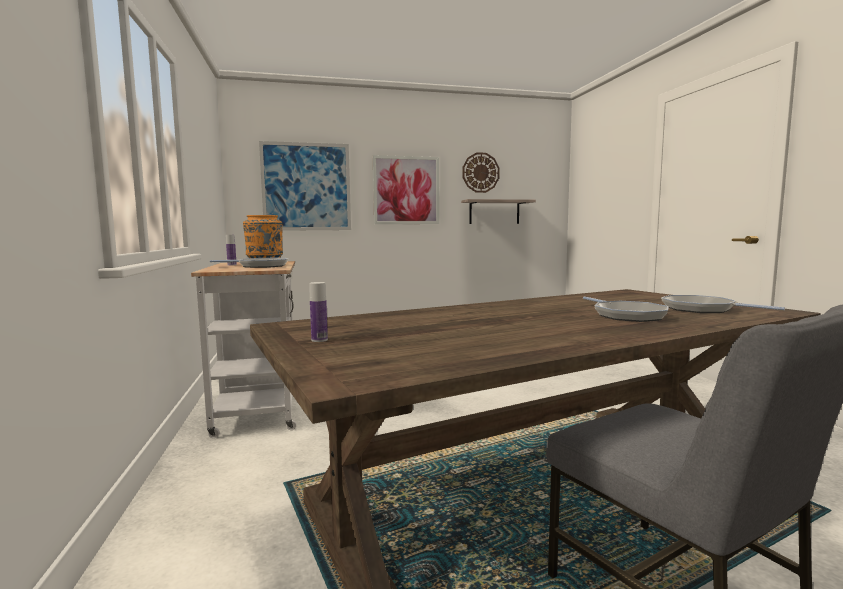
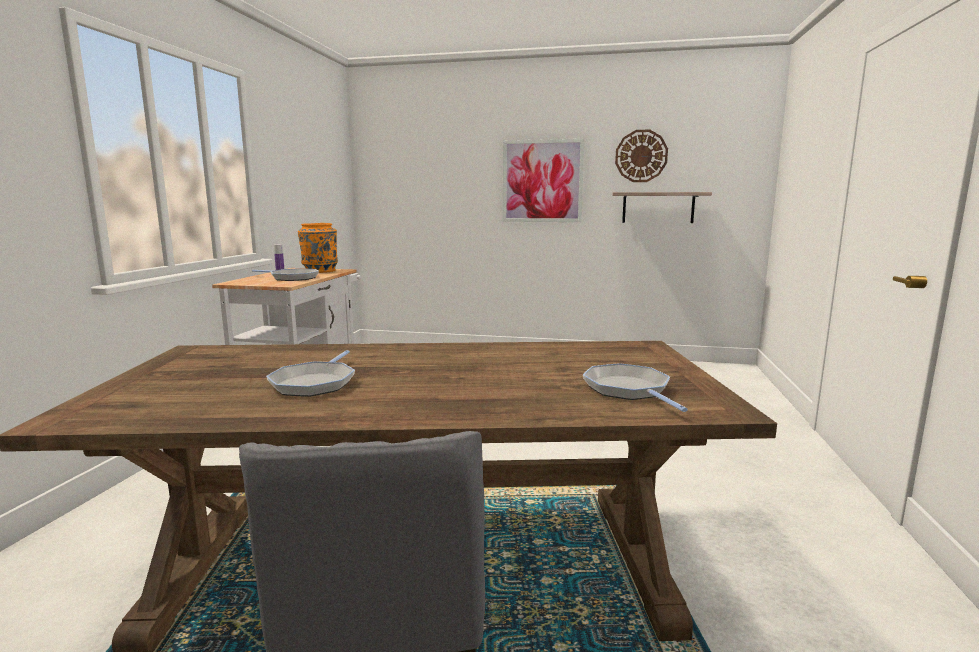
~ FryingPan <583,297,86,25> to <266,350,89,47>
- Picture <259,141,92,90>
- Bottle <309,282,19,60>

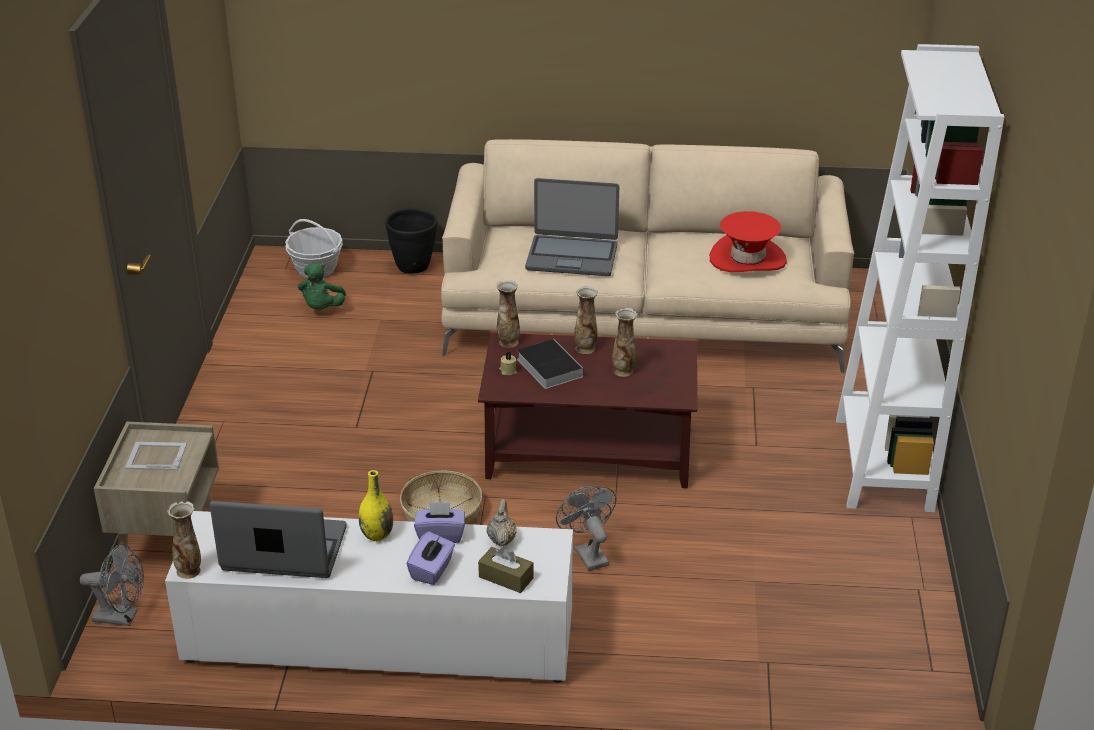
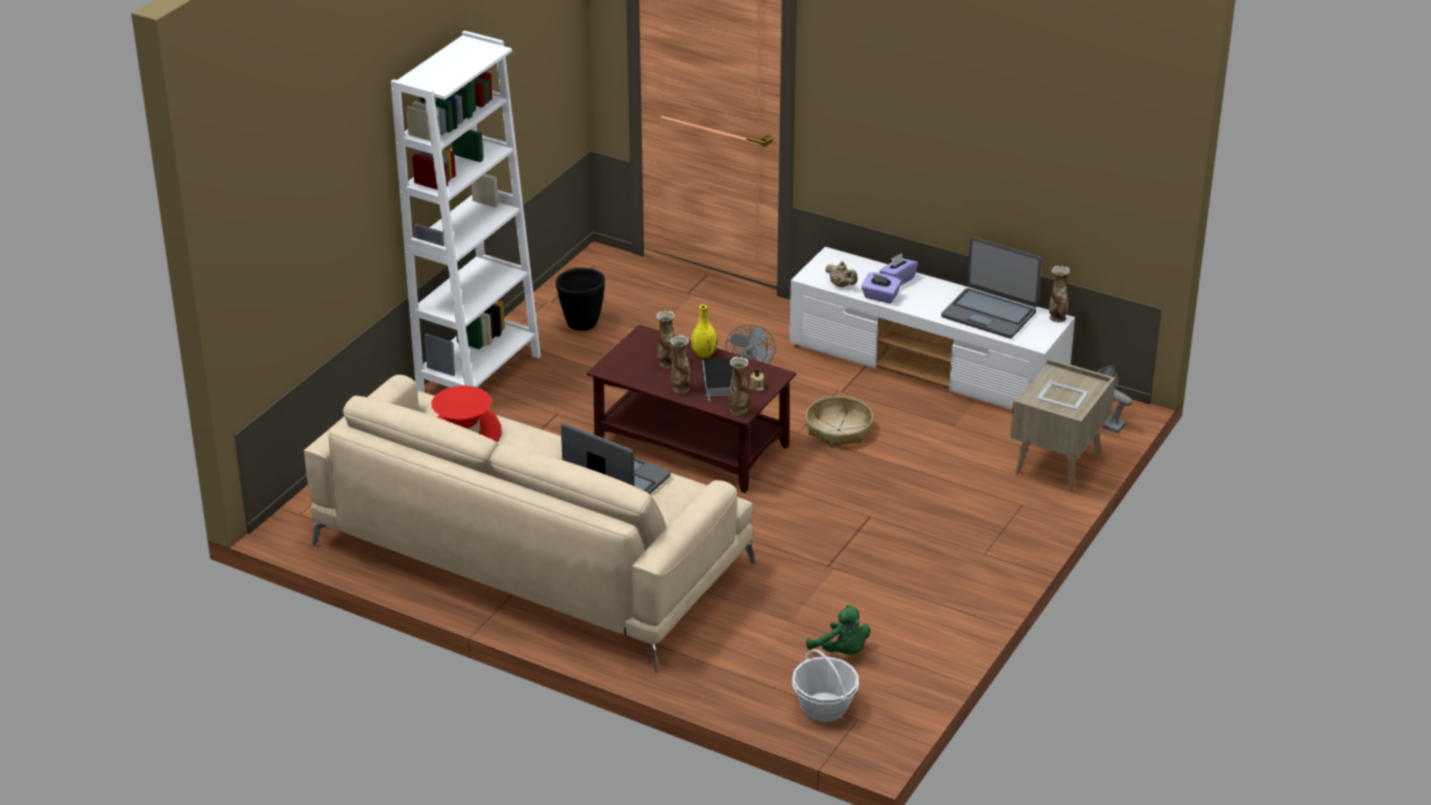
~ BlackPlanter <385,208,52,66> to <556,268,49,63>
~ YellowVase <359,470,34,71> to <691,305,26,53>
~ GreenPlushToy <298,263,48,46> = <806,605,65,50> 105 degrees clockwise
~ BeigeTeapot <487,499,30,47> = <825,261,33,26> 75 degrees counterclockwise
- BrownTissueBox <478,547,56,46>

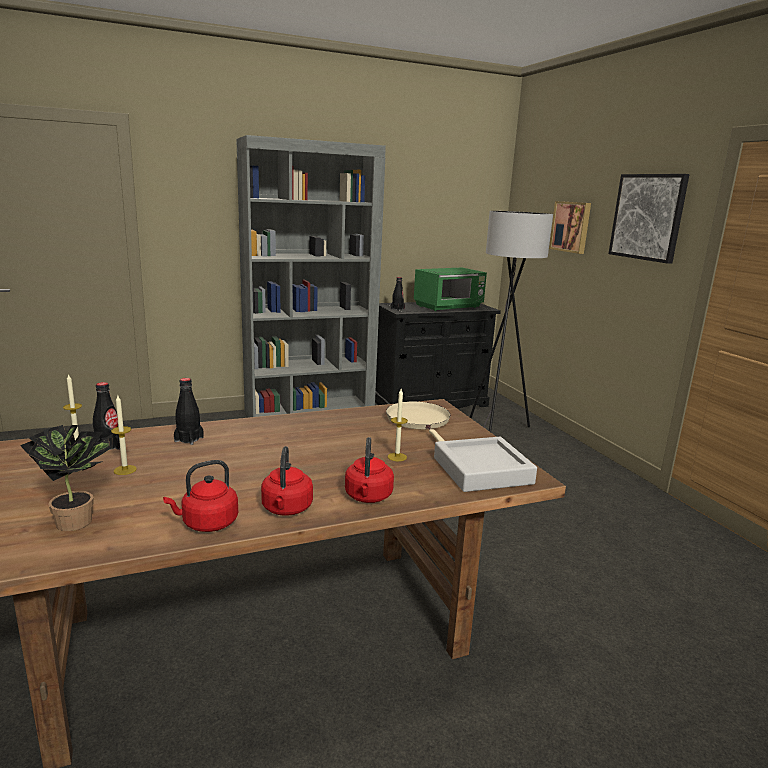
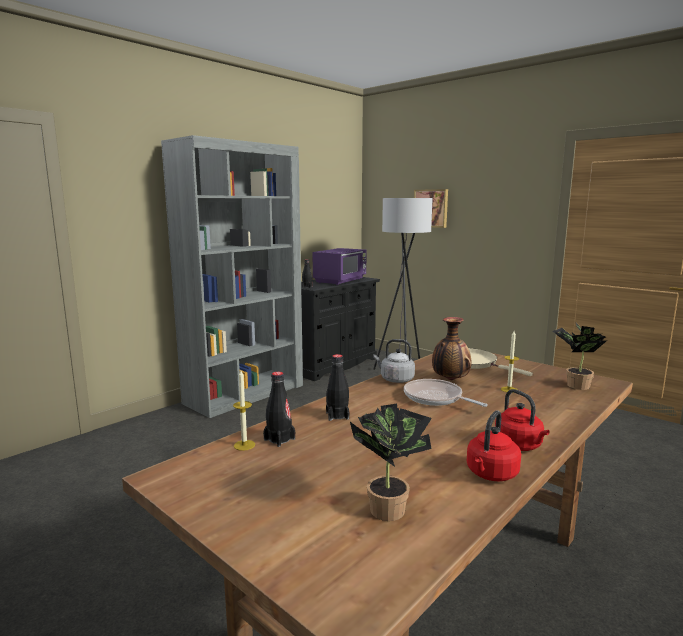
~ GreenMicrowave <414,268,73,43> to PurpleMicrowave <312,248,55,37>
+ GreyKettle <373,339,42,44>
+ FryingPan <404,379,84,28>
+ Vase <432,317,39,63>
~ GreyTray <434,437,103,55> to PottedPlant <553,323,54,67>
- Candle <111,396,26,79>
- RedKettle <345,437,49,66>
- Picture <609,174,81,90>

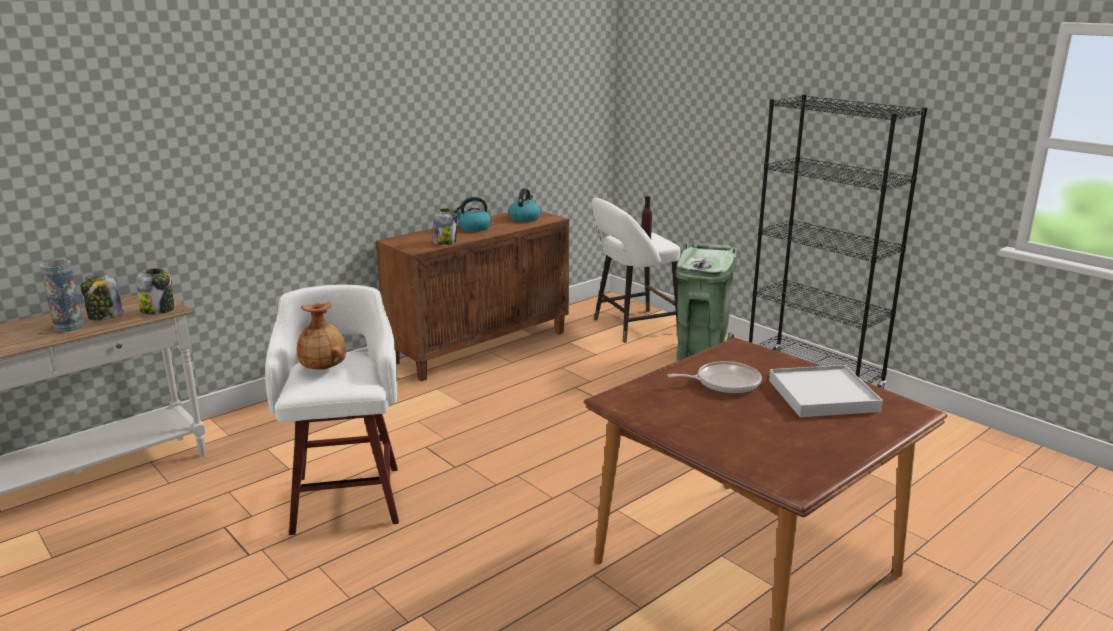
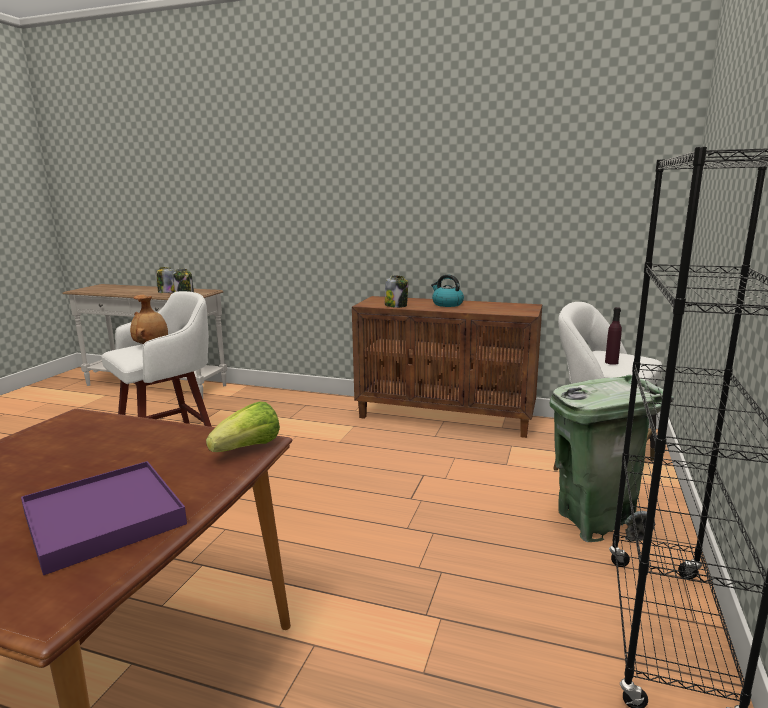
~ WhiteTray <769,365,114,52> to PurpleTray <21,461,166,114>
+ Lettuce <206,402,74,50>
- Vase <40,259,44,73>
- Kettle <508,188,33,34>
- FryingPan <667,361,95,33>

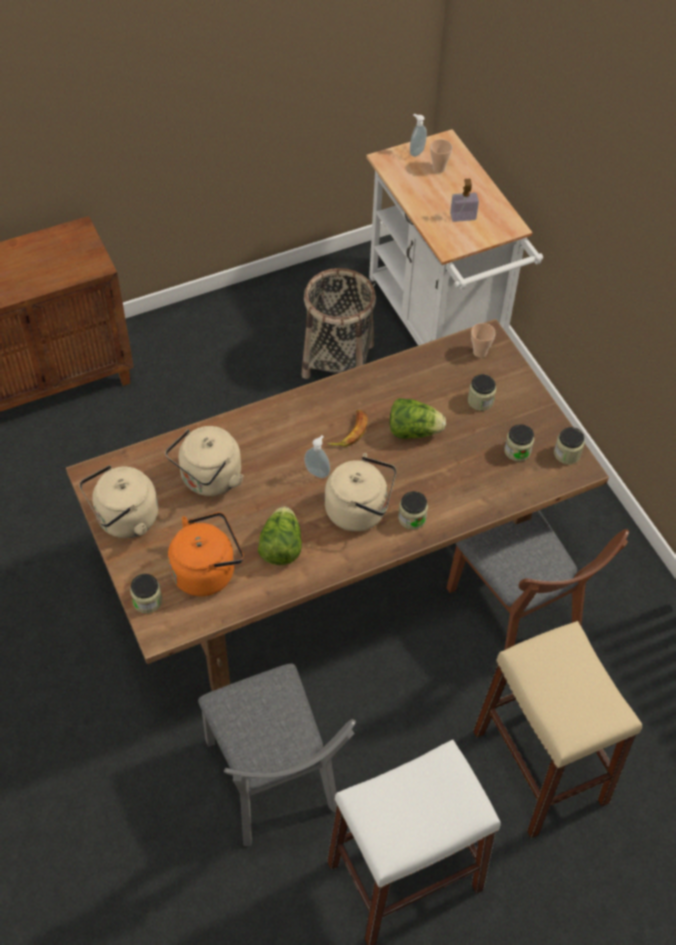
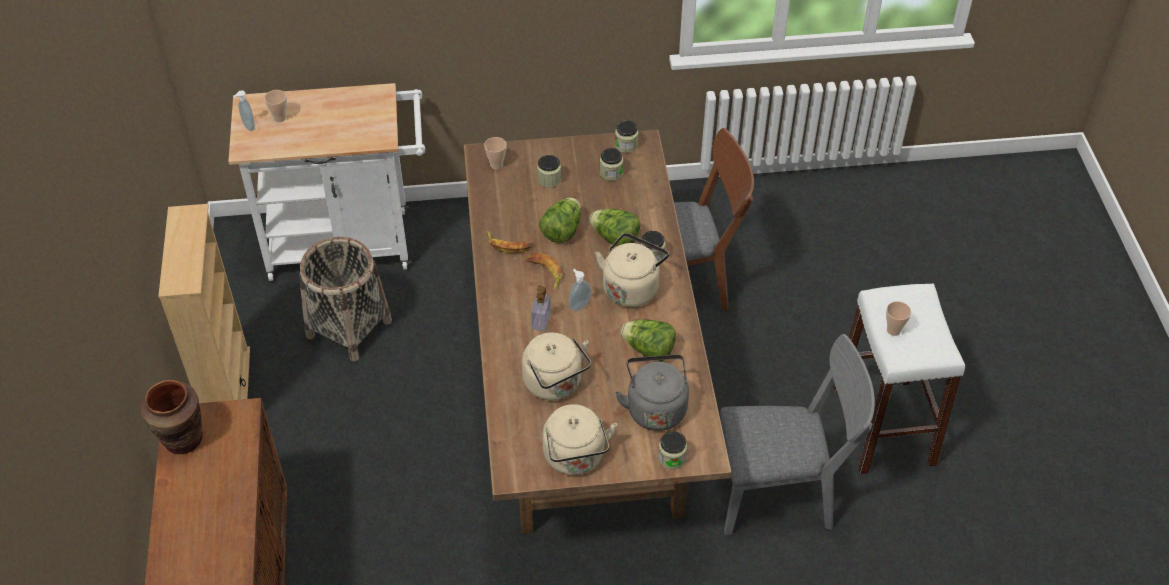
+ BrownVase <140,380,63,74>
+ BeigeBookcase <158,204,92,199>
+ Banana <487,231,46,22>
~ SoapDispenser <450,179,29,43> to <531,285,20,46>
+ Lettuce <589,209,51,37>
~ OrangeKettle <168,512,76,84> to GreyKettle <615,355,74,76>
+ Cup <886,301,25,35>
- BeigeStool <473,621,169,217>

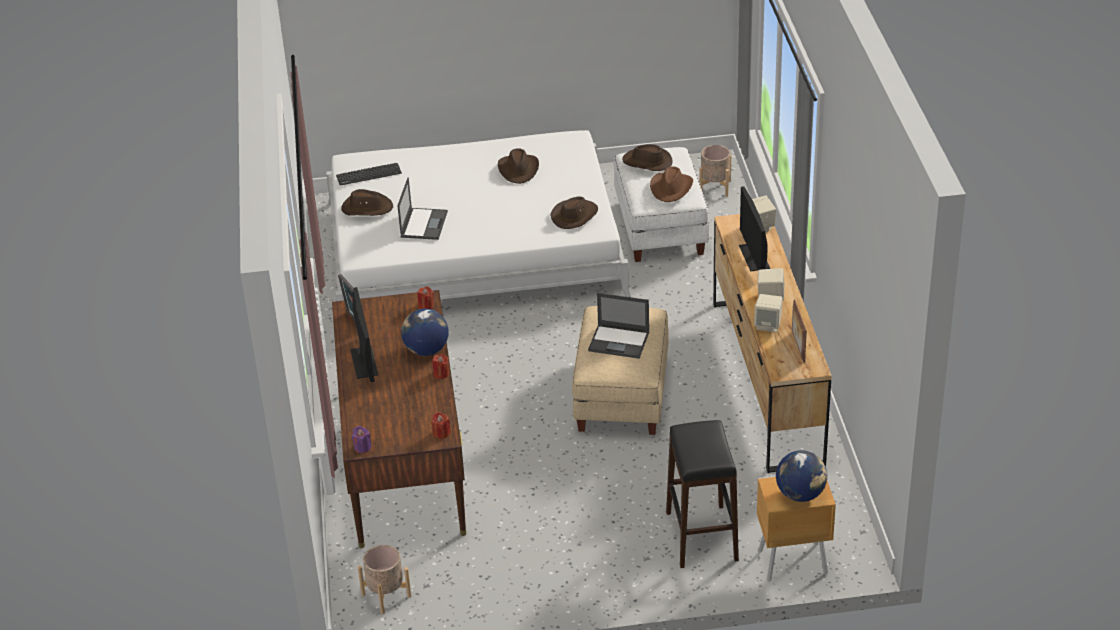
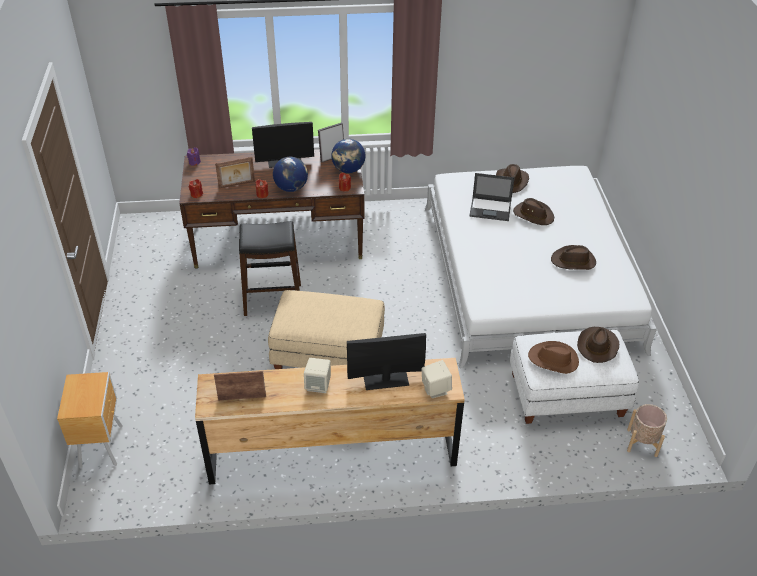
+ PictureFrame <215,157,40,31>
~ BlackStool <666,420,73,148> to <239,221,62,95>
~ Globe <776,450,51,52> to <331,139,34,34>
~ BrownHat <551,197,47,32> to <513,198,41,27>
- Keyboard <336,163,66,23>
- BeigePlanter <358,545,53,69>
- Laptop <588,293,61,66>
- BeigeSpeaker <754,294,28,38>

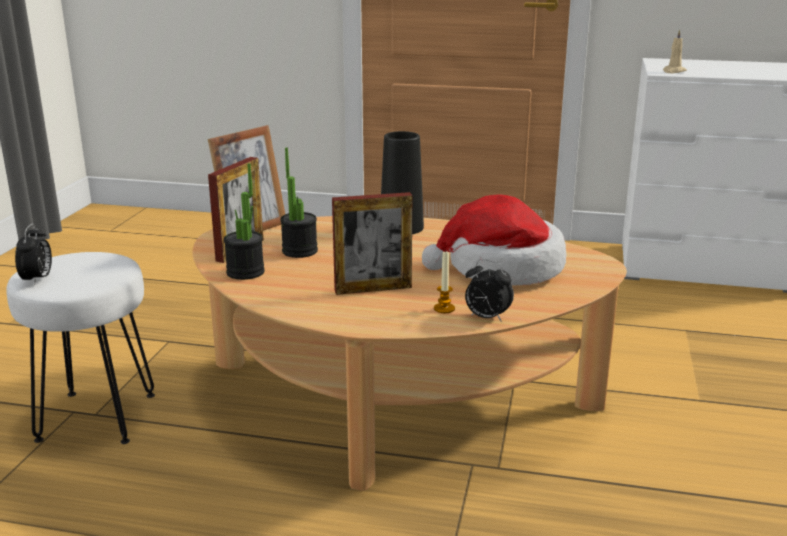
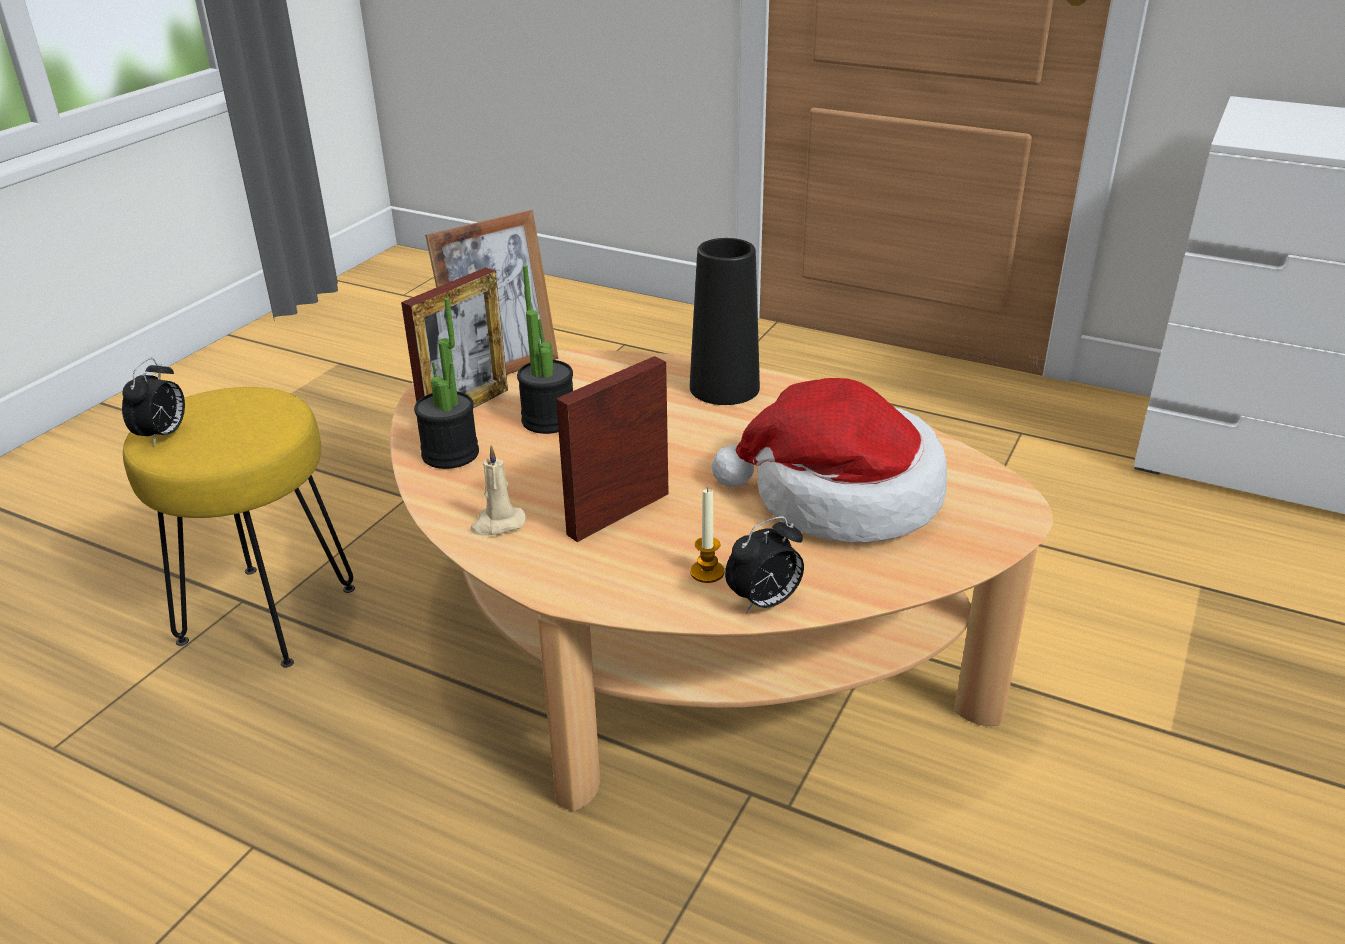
~ WhiteStool <6,252,149,192> to YellowStool <123,387,232,281>
~ BeigeCandle <663,29,24,44> to <470,445,56,90>
~ PictureFrame <332,192,81,103> = <556,356,113,186> 135 degrees clockwise
~ AlarmClock <465,260,49,62> = <725,516,79,97> 75 degrees counterclockwise

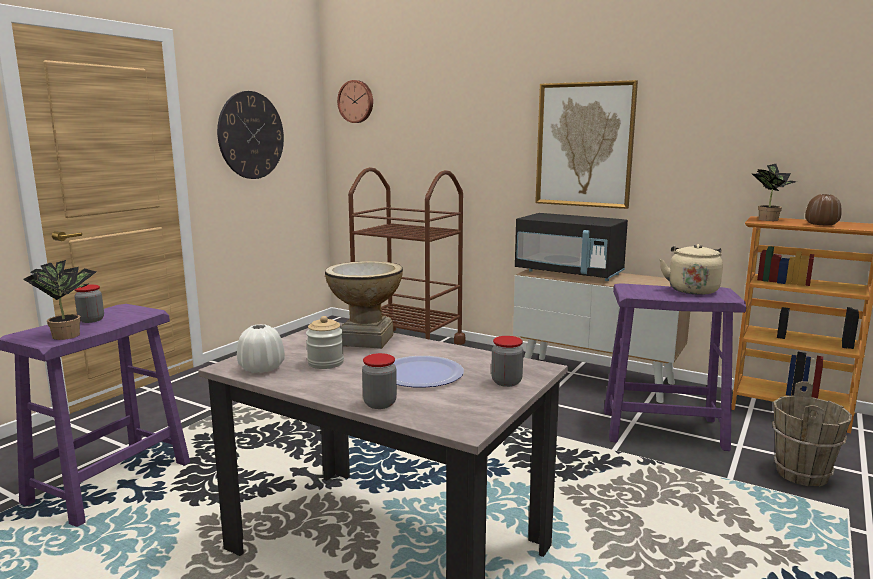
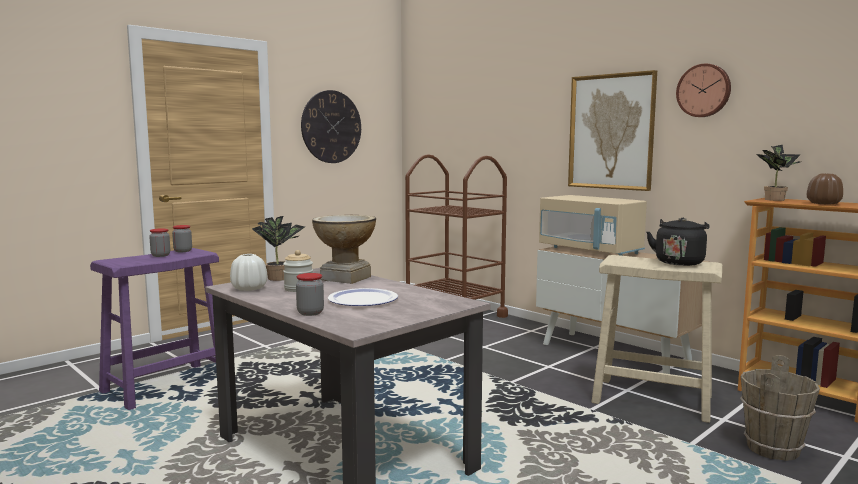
~ Jar <491,336,32,51> to <172,225,20,27>
~ PottedPlant <23,260,73,80> to <252,216,53,65>
~ BlackMicrowave <515,213,113,68> to BeigeMicrowave <539,195,108,61>
~ PurpleStool <604,283,142,168> to BeigeStool <592,255,130,168>
~ BeigeKettle <659,244,64,51> to BlackKettle <646,217,64,49>
~ WallClock <337,80,36,43> to <676,64,55,53>

